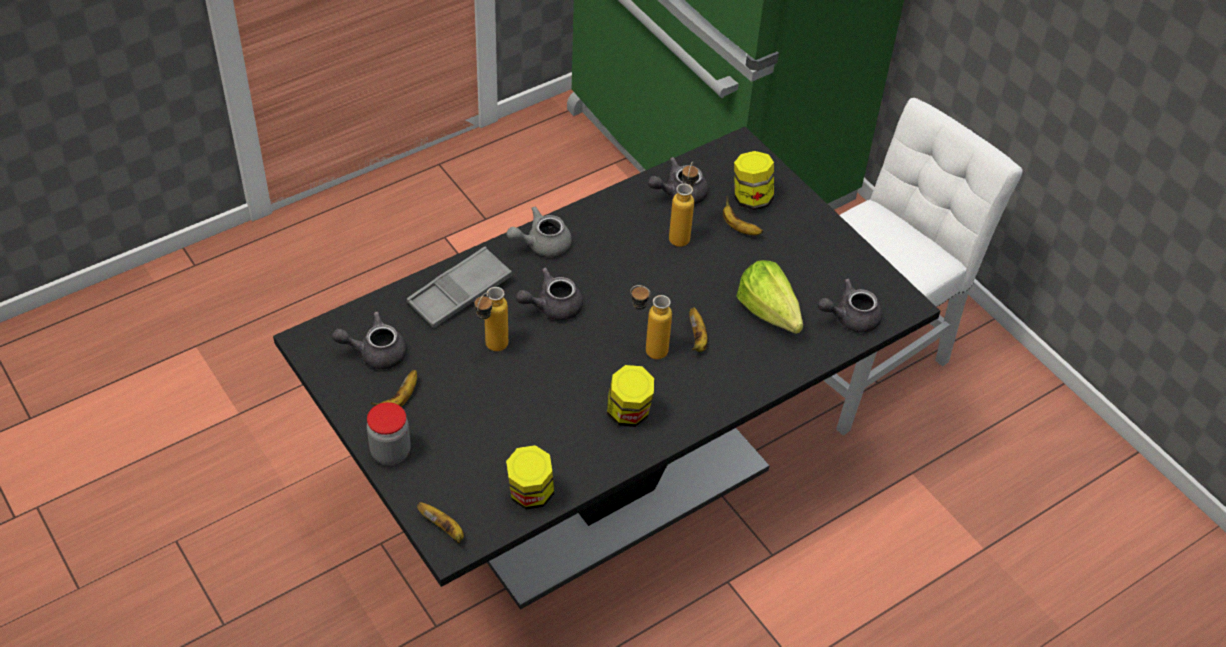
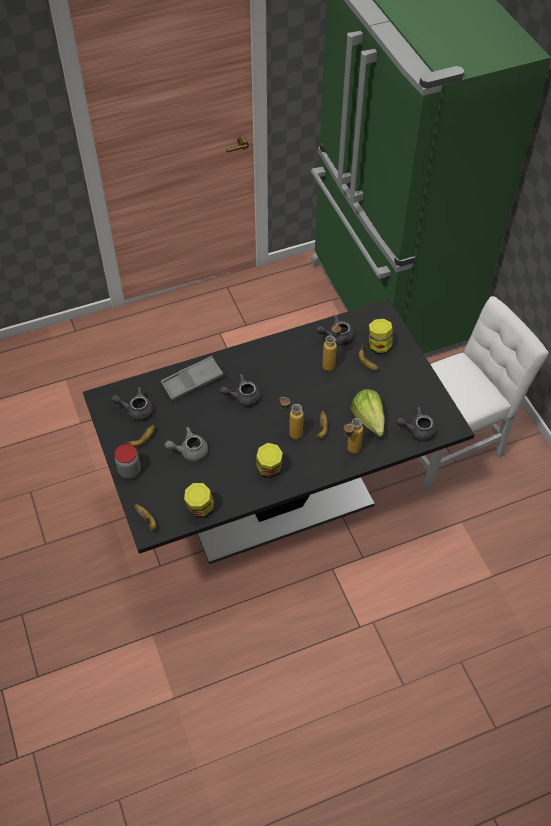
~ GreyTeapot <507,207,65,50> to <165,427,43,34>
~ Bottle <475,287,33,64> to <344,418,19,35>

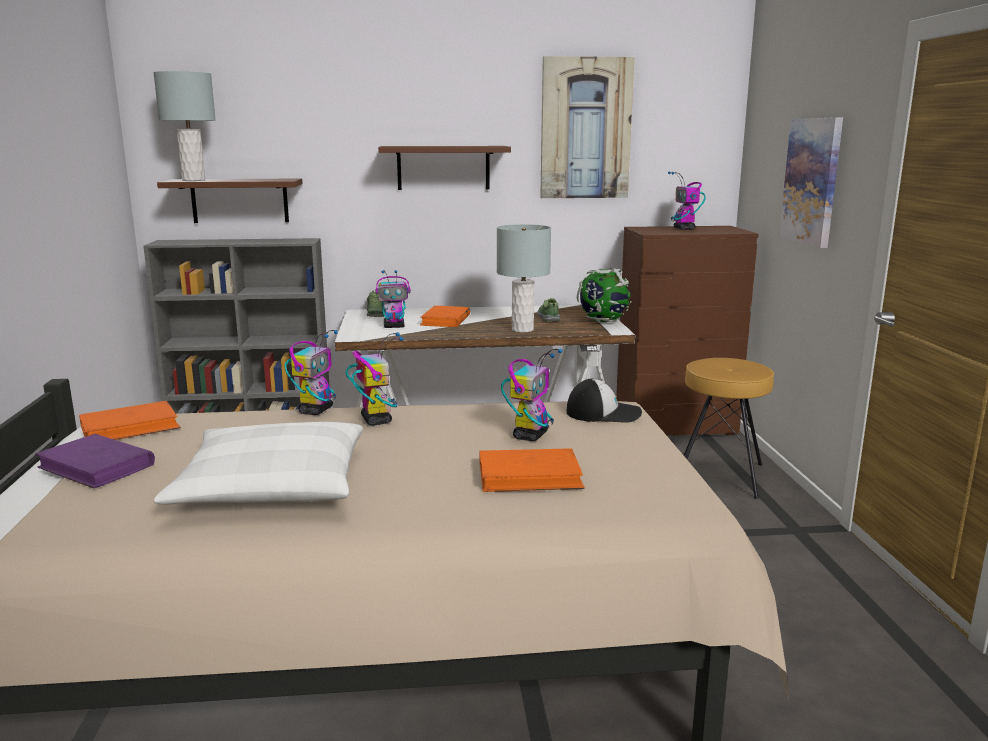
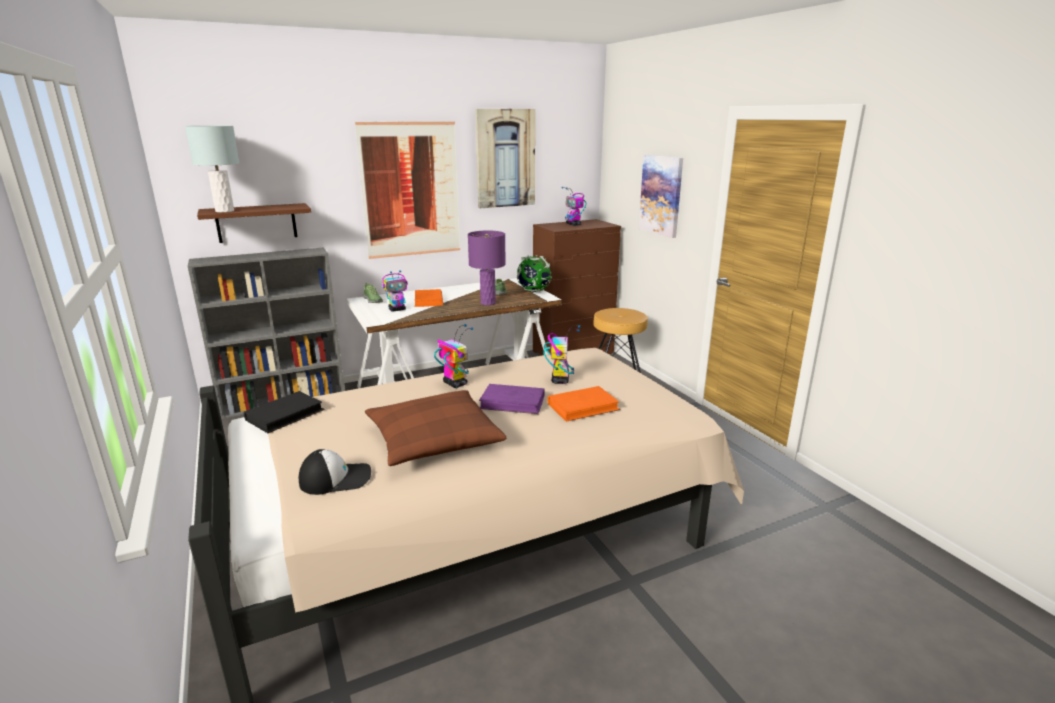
~ OrangeBook <79,401,102,39> to BlackBook <244,391,81,42>
~ Cap <567,379,75,44> to <299,449,72,46>
~ BrownShelf <378,146,133,44> to Picture <355,122,105,137>
~ WhitePillow <154,422,209,83> to BrownPillow <365,390,141,76>
~ GreyTableLamp <497,224,54,108> to PurpleTableLamp <468,231,38,74>
~ PurpleBook <35,434,120,54> to <479,384,66,30>
- ToyRobot <284,330,54,85>

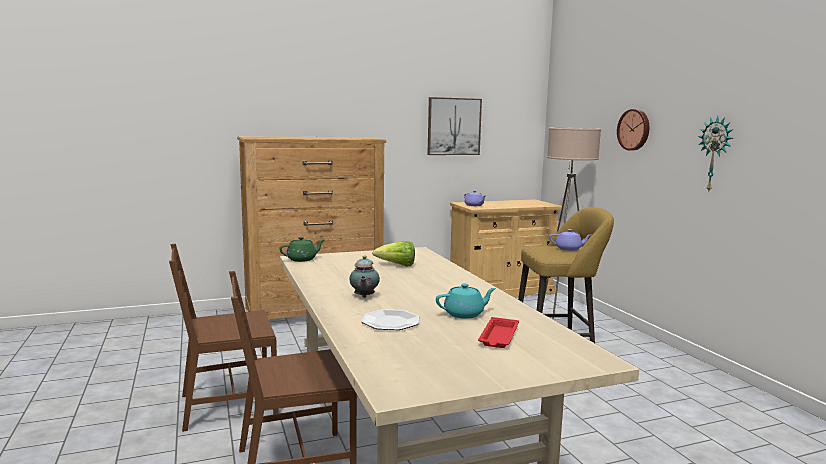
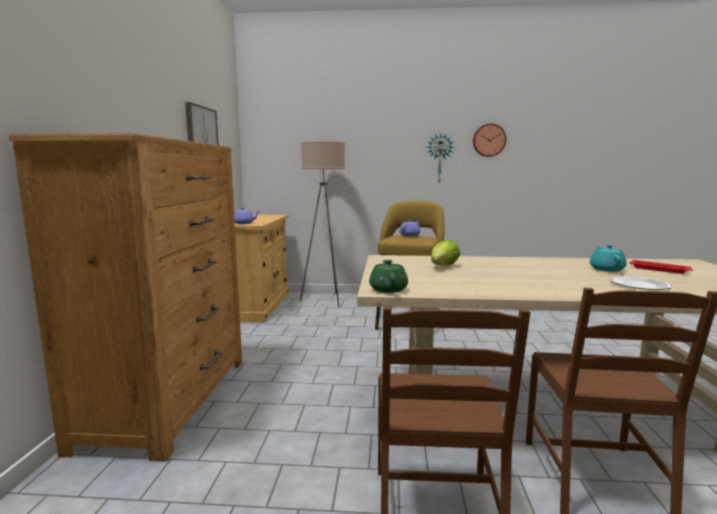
~ WallClock <617,109,32,41> to <473,123,33,34>
- Teapot <349,256,31,42>

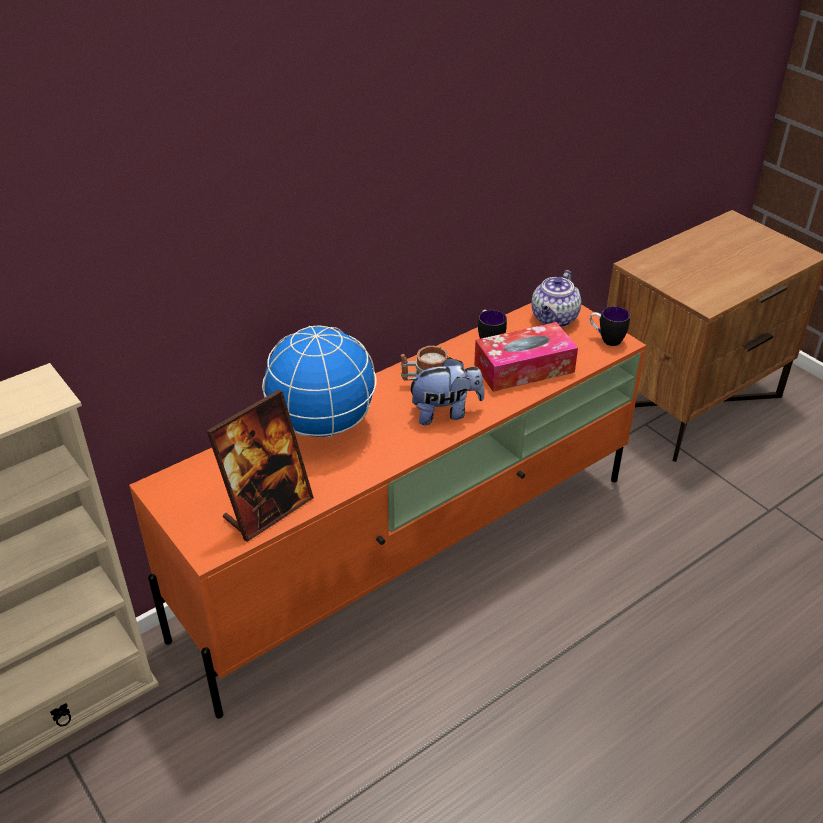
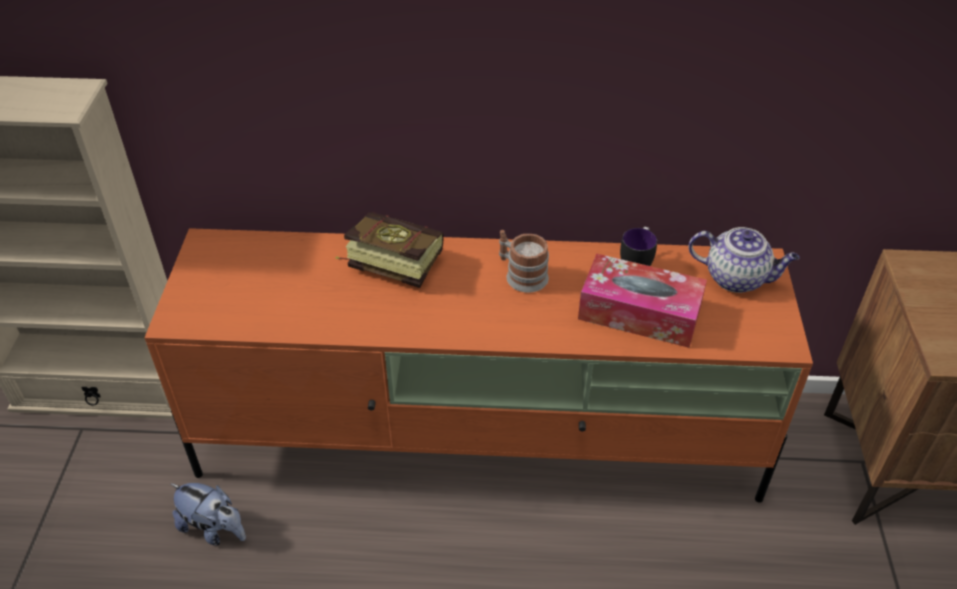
~ PlushToy <407,357,78,68> to <170,483,76,62>
~ Globe <262,326,115,112> to Book <335,212,109,76>
~ Teapot <531,270,50,57> = <689,227,111,66> 135 degrees counterclockwise
- PictureFrame <207,390,107,152>
- Mug <590,306,40,40>

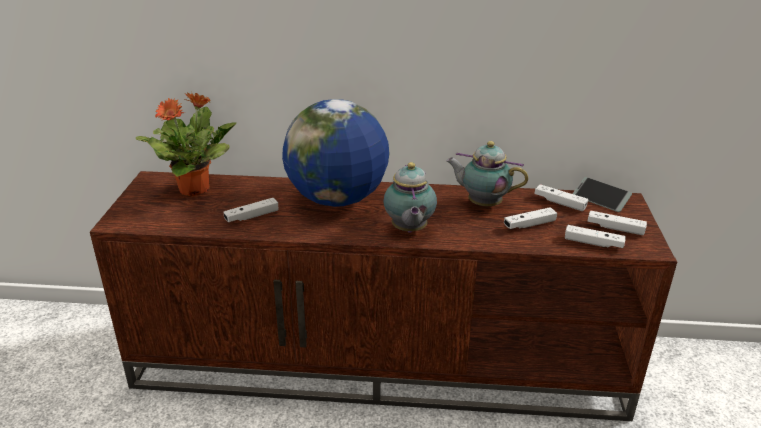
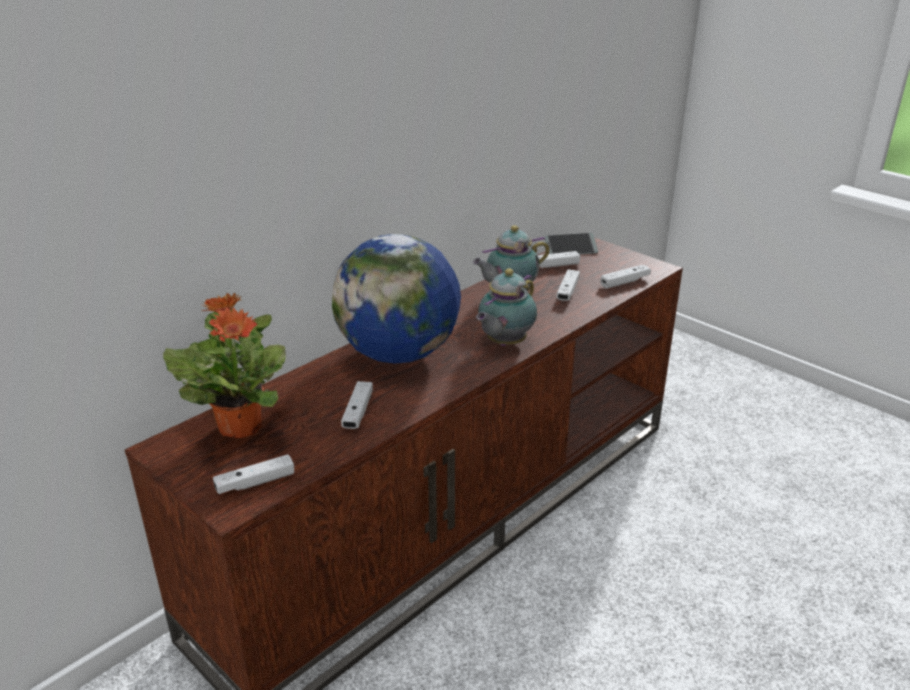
~ WhiteGameController <588,211,59,24> to <213,454,81,40>
~ Teapot <383,162,54,71> = <476,268,61,78> 90 degrees clockwise

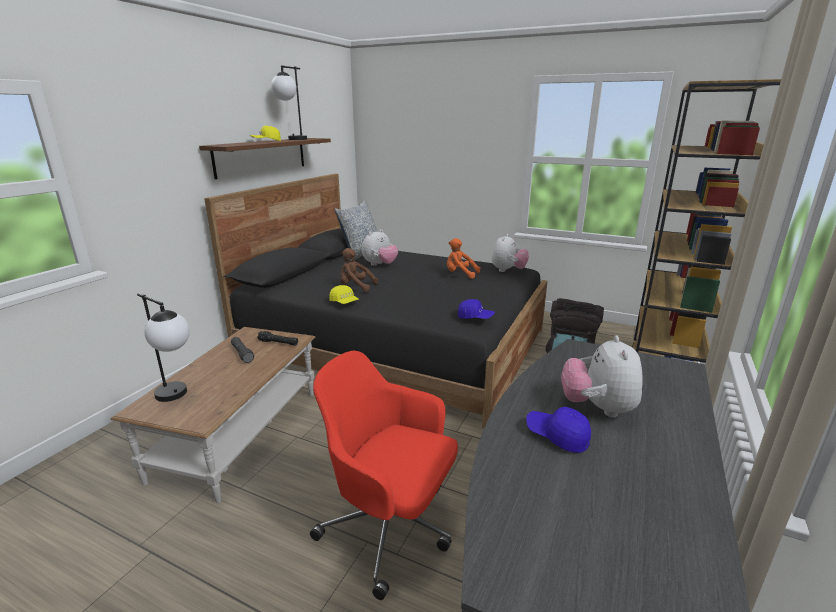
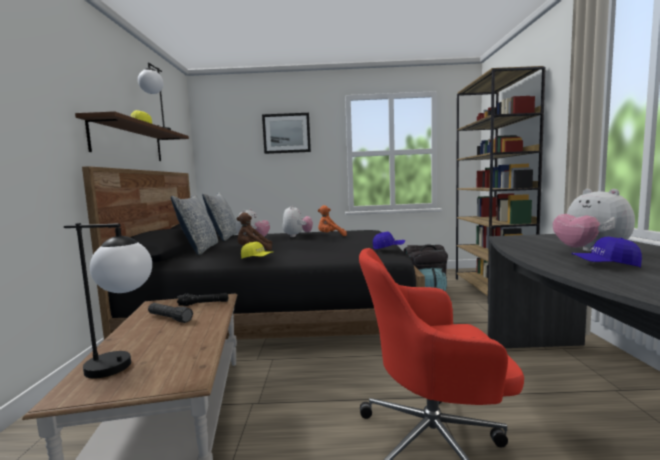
+ Pillow <171,194,47,61>
+ Picture <262,113,49,41>
~ PlushToy <492,234,37,38> to <282,205,31,32>

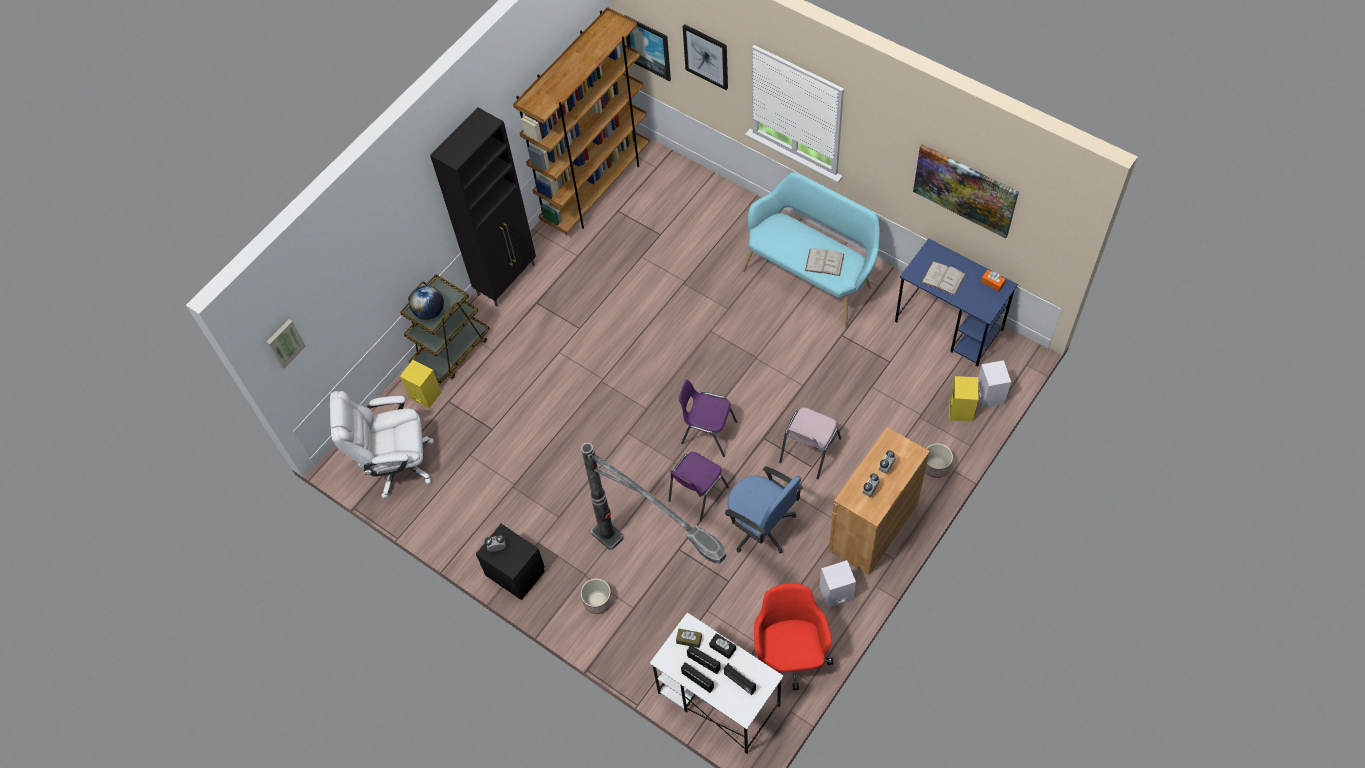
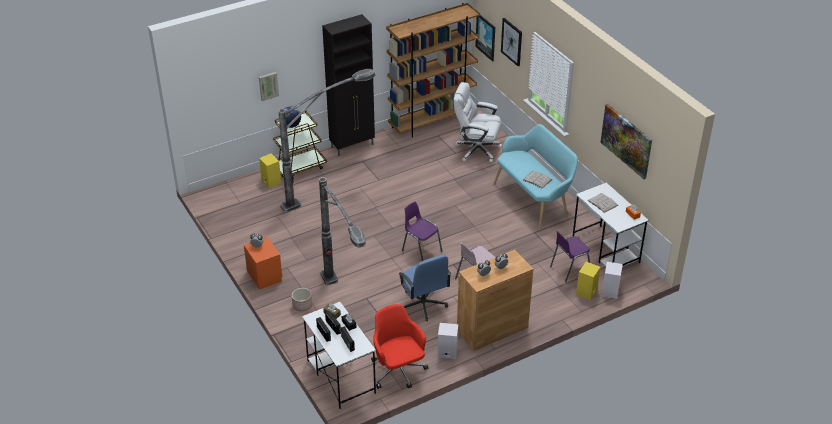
~ BlackNightstand <476,524,69,76> to OrangeNightstand <244,237,38,53>
~ Picture <267,319,39,50> to <259,72,20,29>
+ FloorLamp <278,69,97,143>
~ RedOfficeChair <754,583,79,107> = <371,304,57,85> 45 degrees counterclockwise
~ WhiteOfficeChair <330,391,104,108> to <454,82,48,80>
~ PurpleChair <668,452,61,70> to <550,231,40,52>
~ BlueDesk <895,239,123,128> to WhiteDesk <572,183,77,84>
- Planter <925,443,28,35>

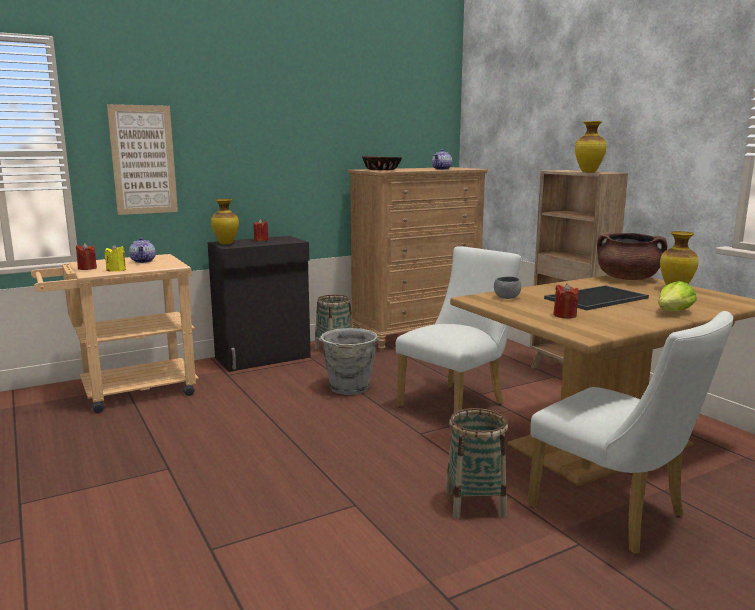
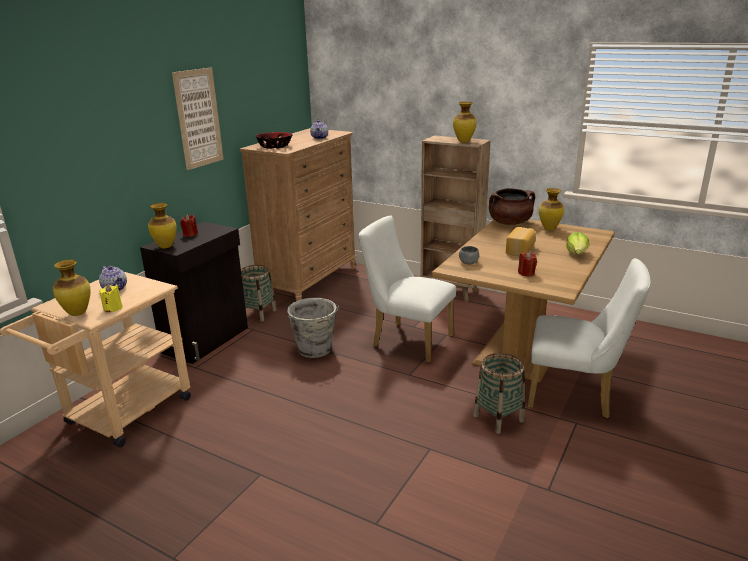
~ RedCandle <76,243,21,27> to Vase <53,260,38,56>
~ Picture <107,104,71,111> to <172,67,52,103>
~ WhiteChair <396,247,126,166> = <359,216,97,147> 75 degrees counterclockwise
~ Tray <544,285,105,25> to Bread <506,227,30,29>

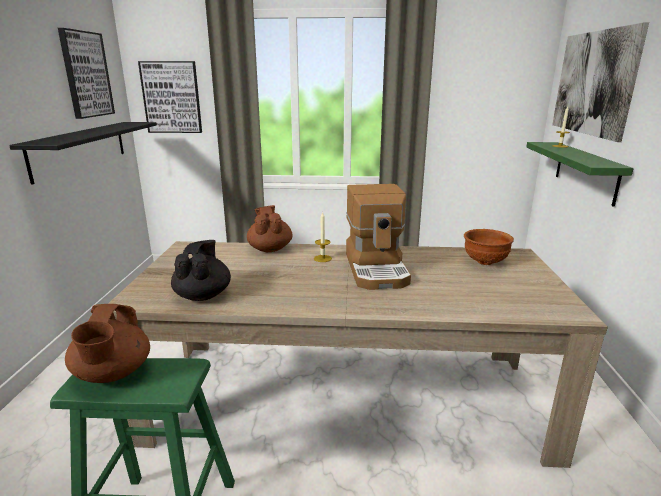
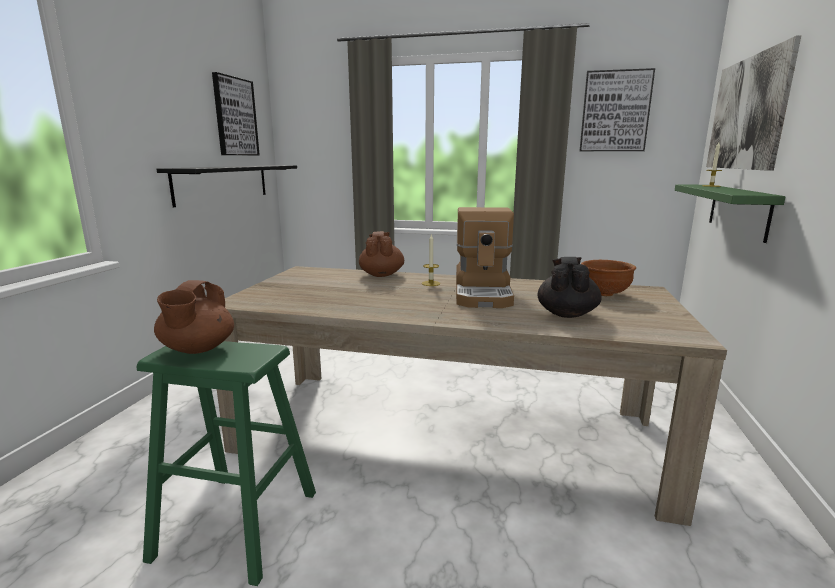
~ BlackTeapot <171,240,60,61> to <538,257,64,61>
~ Picture <138,61,64,72> to <580,68,75,83>

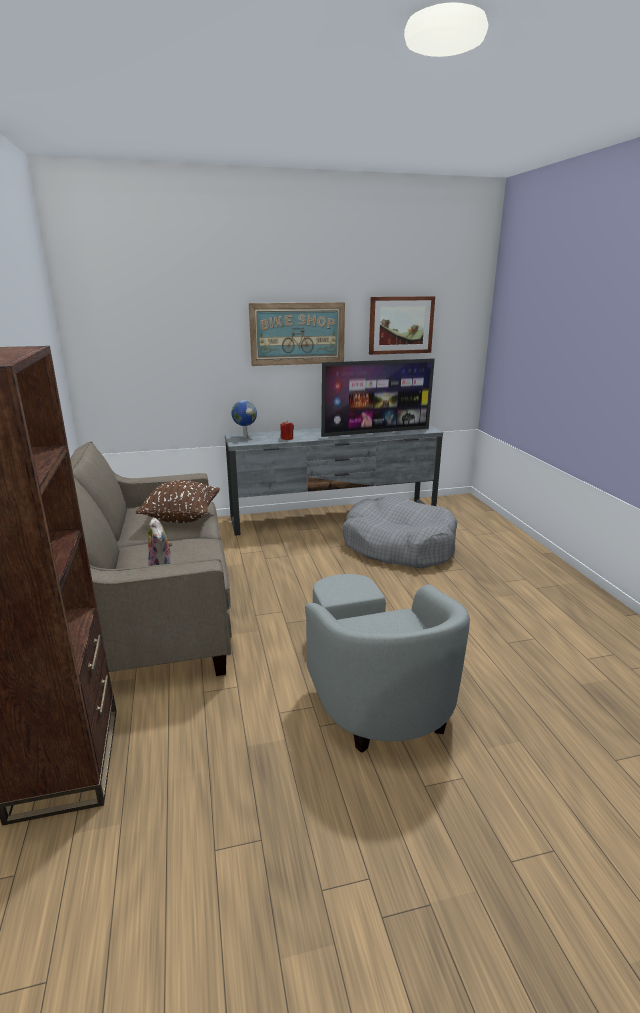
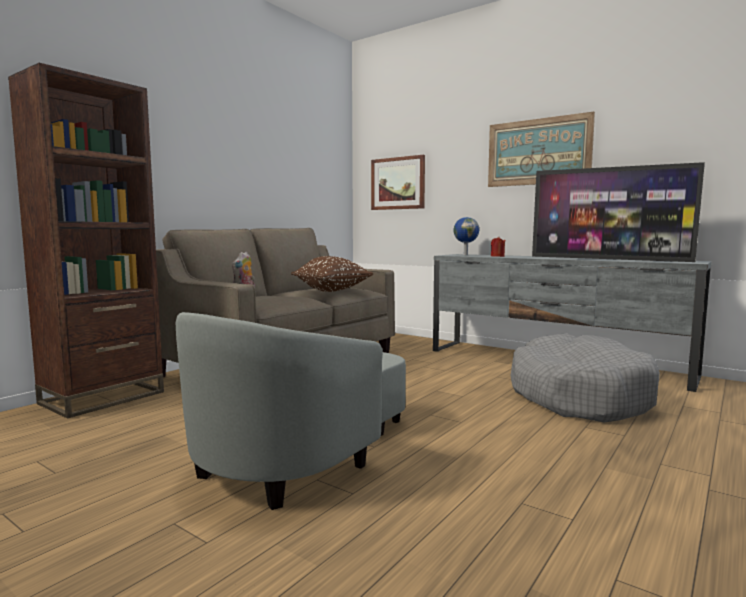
~ Picture <369,296,66,59> to <371,155,54,55>

